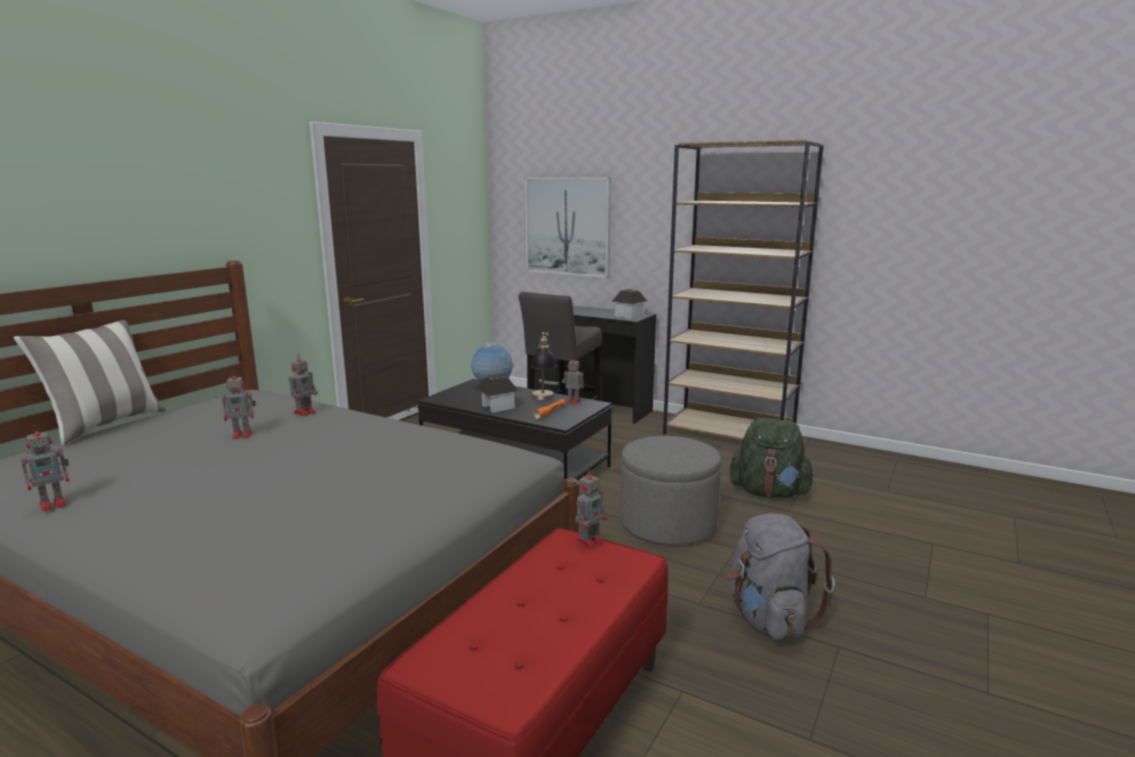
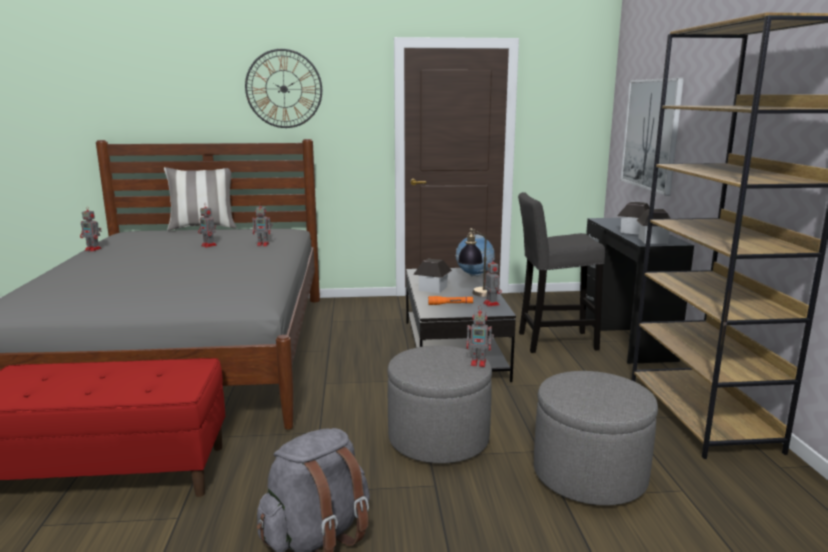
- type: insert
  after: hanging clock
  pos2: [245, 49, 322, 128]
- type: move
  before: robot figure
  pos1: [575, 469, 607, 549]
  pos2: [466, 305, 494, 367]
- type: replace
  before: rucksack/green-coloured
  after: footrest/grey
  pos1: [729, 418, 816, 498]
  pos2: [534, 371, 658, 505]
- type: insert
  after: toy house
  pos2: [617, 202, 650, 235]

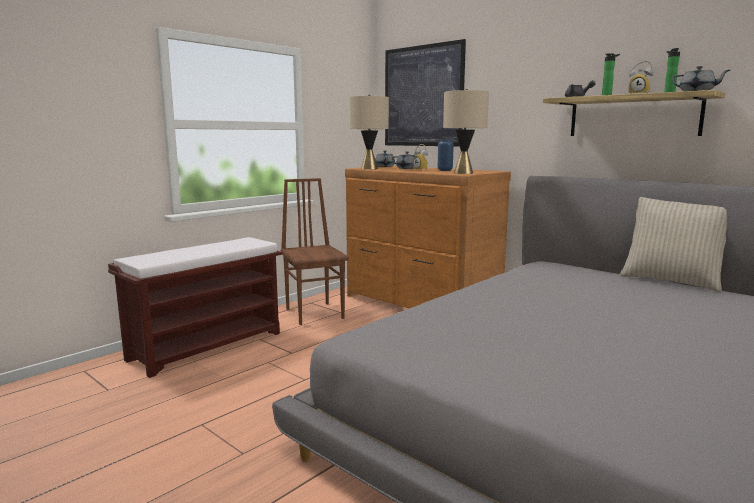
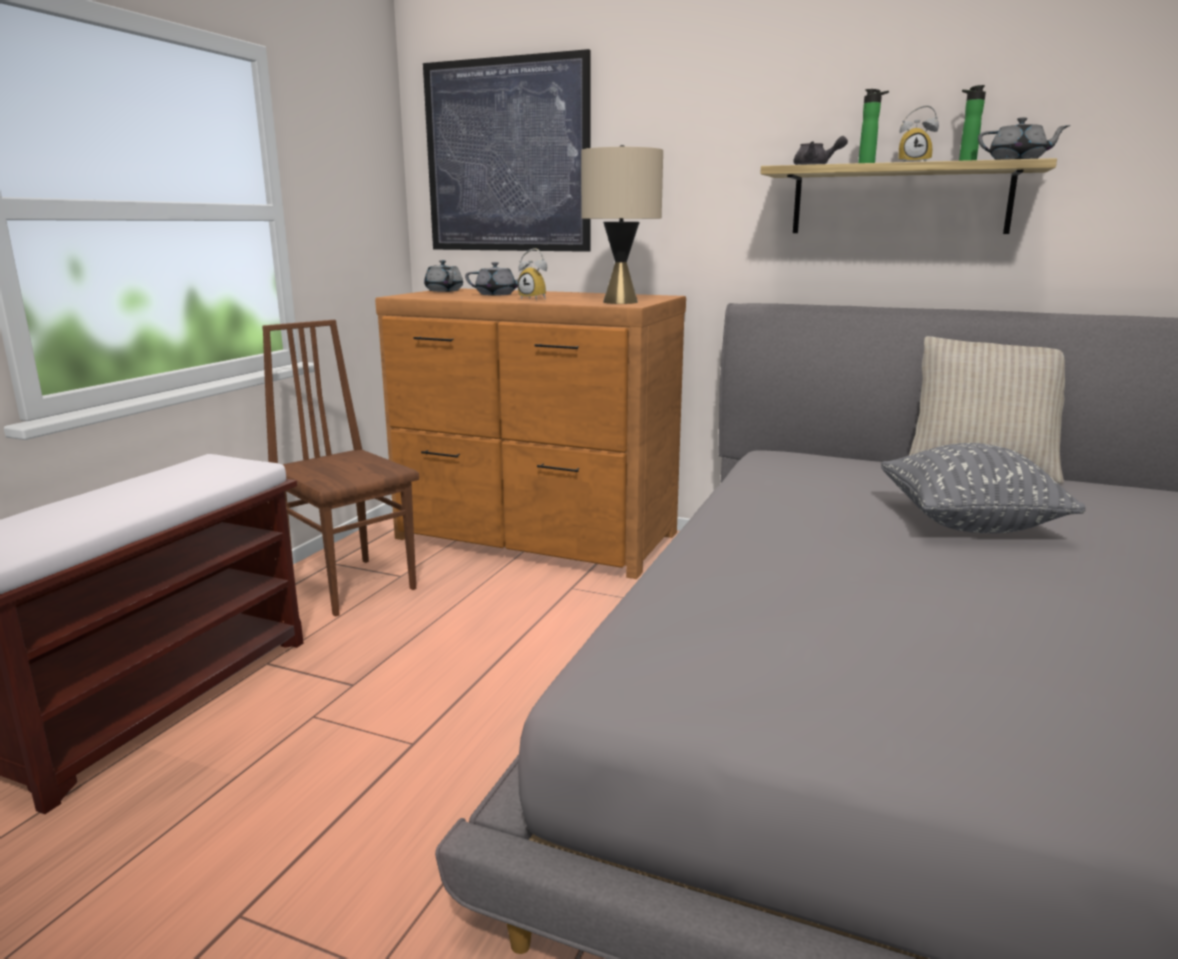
- type: insert
  after: throw pillow/grey
  pos2: [881, 443, 1085, 533]
- type: delete
  before: lamp for a table/sand-coloured
  pos1: [350, 95, 389, 169]
- type: delete
  before: decorative vase/blue
  pos1: [438, 140, 454, 171]

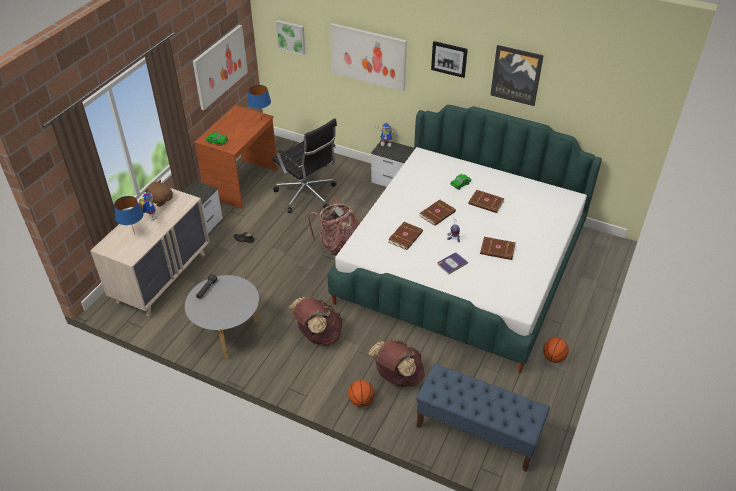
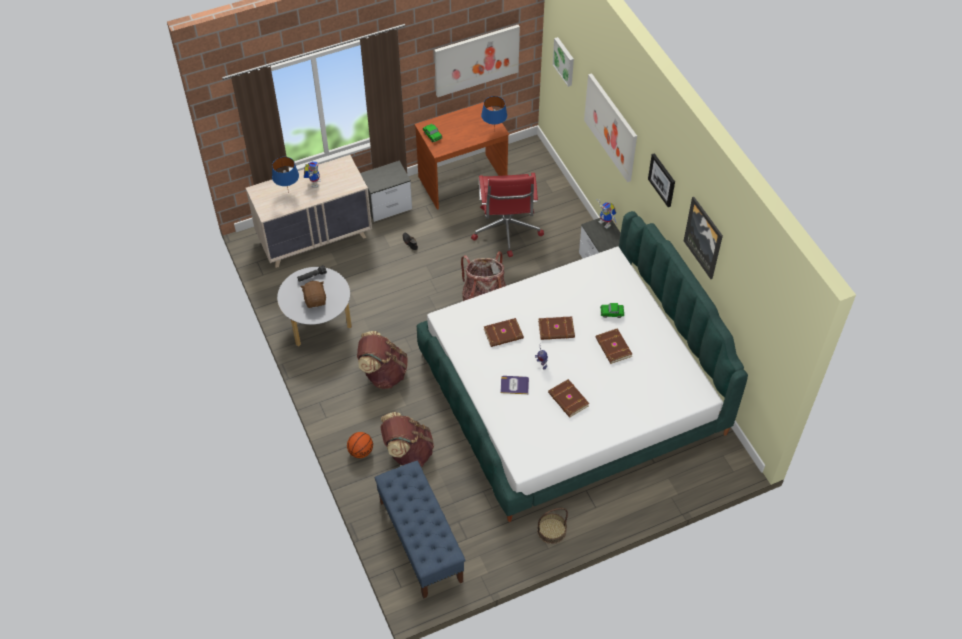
- type: move
  before: plush toy/brown
  pos1: [144, 180, 173, 207]
  pos2: [300, 281, 326, 308]
- type: recolor
  before: computer chair/black
  after: computer chair/red-coloured
  pos1: [272, 118, 337, 213]
  pos2: [471, 173, 544, 257]
- type: replace
  before: basketball ball
  after: household basket
  pos1: [543, 337, 569, 363]
  pos2: [537, 508, 568, 544]

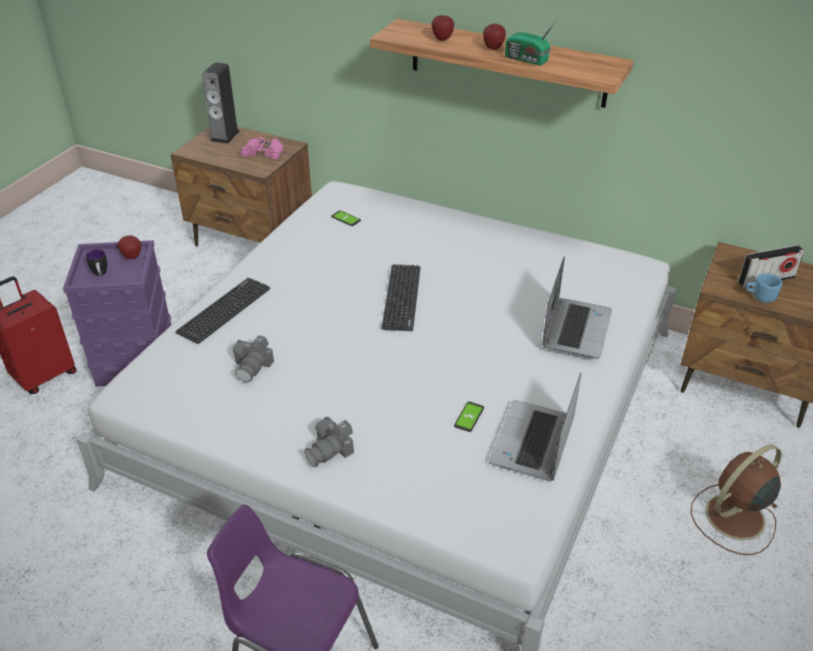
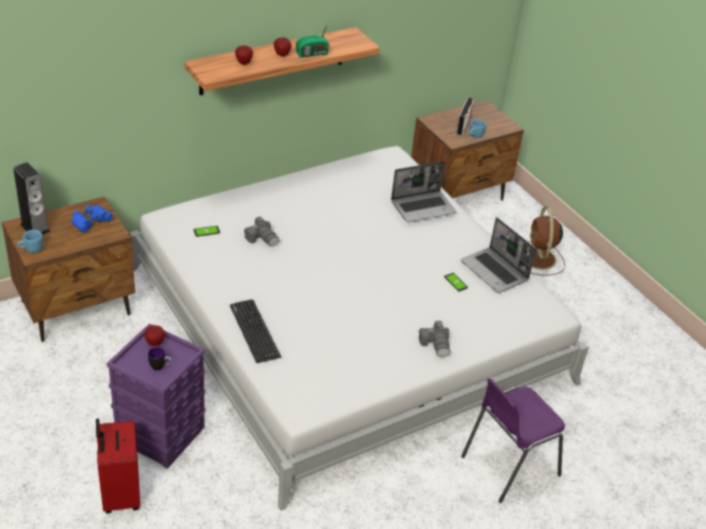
- type: insert
  after: mug/blue
  pos2: [17, 230, 43, 253]
- type: recolor
  before: binoculars/pinkish
  after: binoculars/blue
  pos1: [240, 137, 284, 160]
  pos2: [71, 205, 113, 233]
- type: move
  before: photo camera
  pos1: [233, 335, 274, 382]
  pos2: [244, 216, 279, 247]
- type: rotate
  before: notebook computer
  pos1: [542, 256, 612, 358]
  pos2: [391, 161, 456, 222]
  turn: 105
- type: delete
  before: keyboard
  pos1: [382, 264, 421, 331]

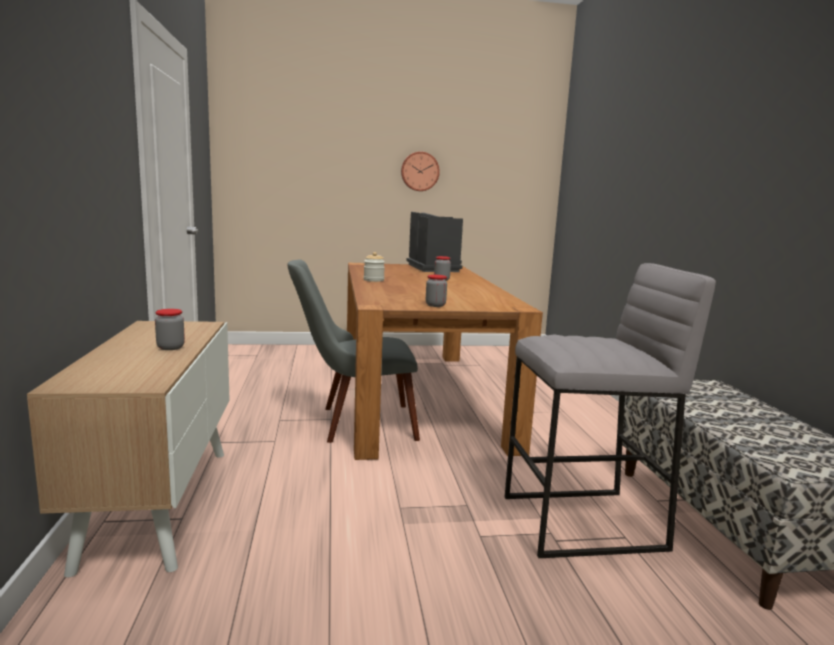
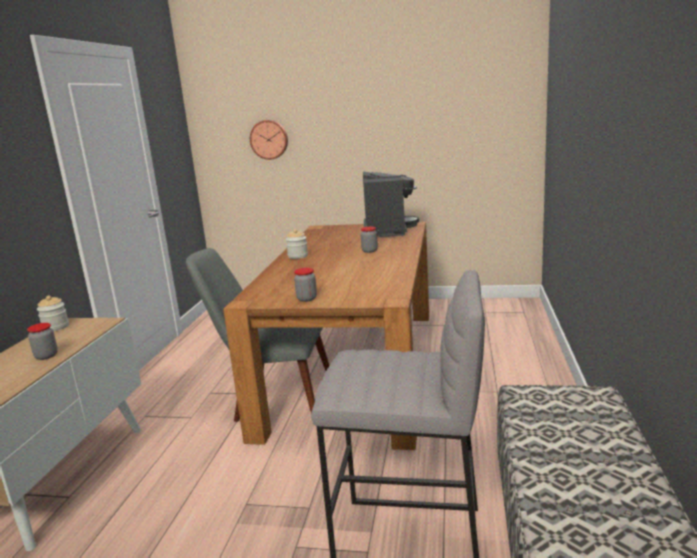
- type: insert
  after: preserve jar
  pos2: [37, 296, 69, 331]
- type: move
  before: hanging clock
  pos1: [401, 152, 440, 191]
  pos2: [250, 120, 288, 160]

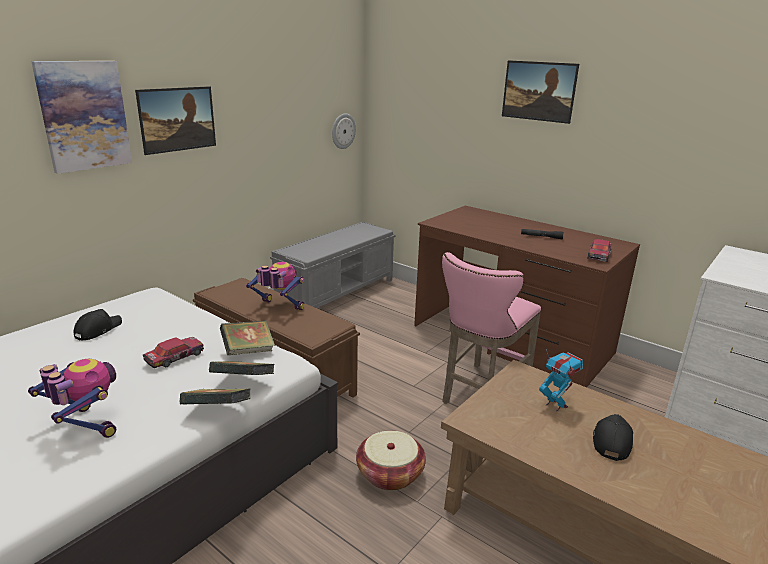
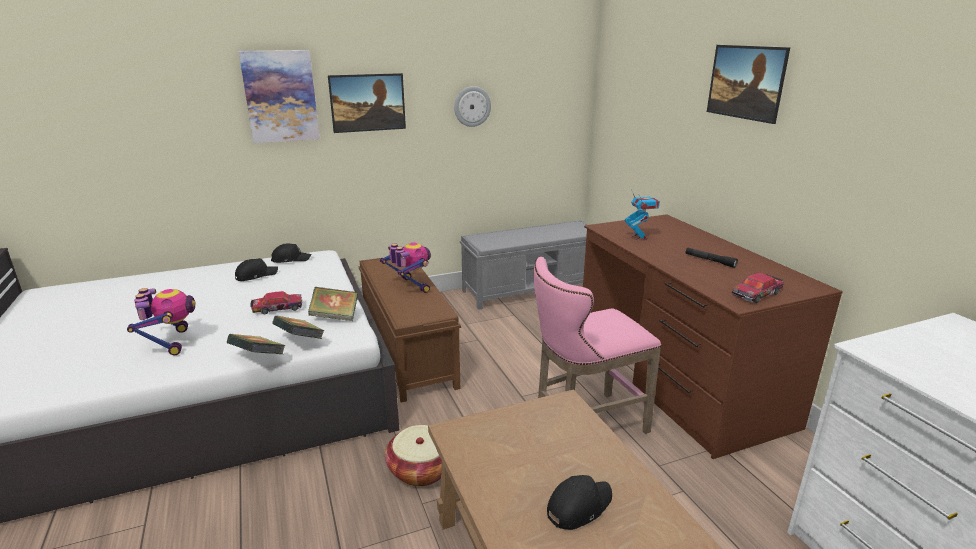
- type: insert
  after: peaked cap/black
  pos2: [271, 243, 312, 263]
- type: move
  before: hanging clock
  pos1: [332, 113, 356, 149]
  pos2: [454, 86, 491, 127]
- type: move
  before: robot figure
  pos1: [539, 349, 583, 411]
  pos2: [625, 189, 660, 240]

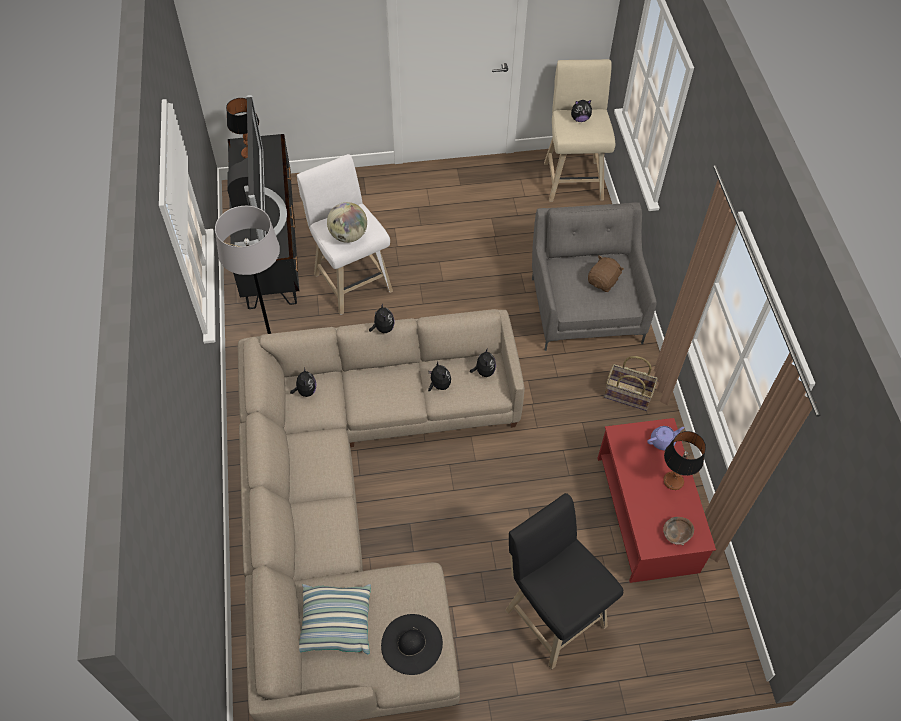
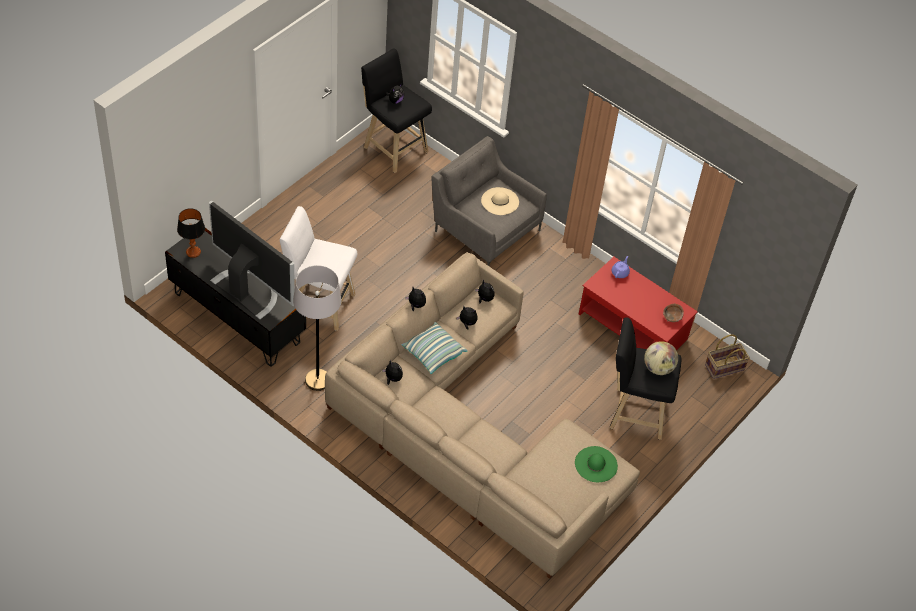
- type: recolor
  before: stool/sand-coloured
  after: stool/black
  pos1: [544, 59, 615, 202]
  pos2: [361, 49, 432, 173]
- type: move
  before: throw pillow
  pos1: [299, 584, 371, 655]
  pos2: [401, 322, 467, 374]
- type: replace
  before: plush toy/brown
  after: wearable hat/sand-coloured
  pos1: [588, 255, 624, 292]
  pos2: [481, 187, 519, 215]
- type: recolor
  before: wearable hat/black
  after: wearable hat/green-coloured
  pos1: [381, 614, 443, 675]
  pos2: [575, 446, 618, 482]
- type: move
  before: desk globe
  pos1: [327, 202, 367, 243]
  pos2: [644, 341, 678, 375]
- type: move
  before: household basket
  pos1: [603, 356, 658, 411]
  pos2: [705, 334, 750, 379]
- type: delete
  before: lamp for a table
  pos1: [664, 431, 706, 490]

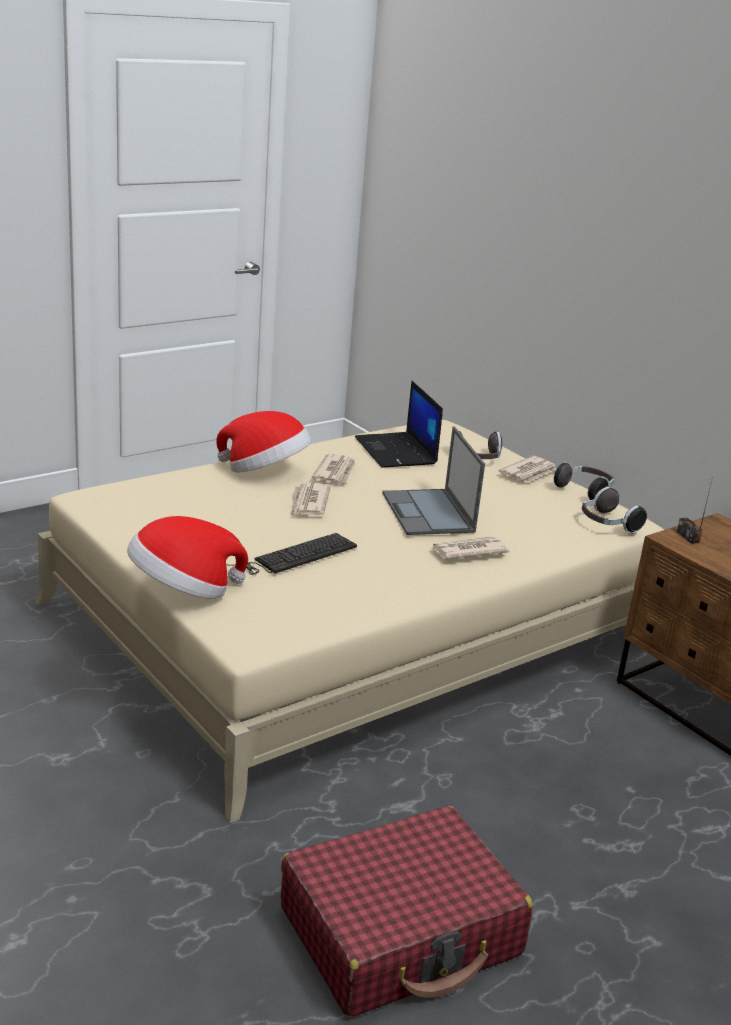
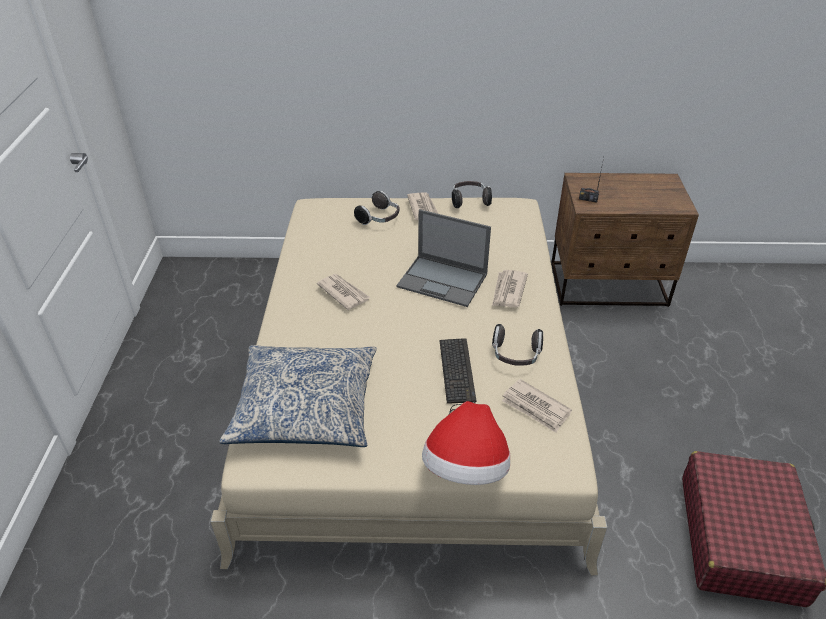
- type: insert
  after: throw pillow
  pos2: [219, 345, 377, 447]
- type: move
  before: headset
  pos1: [582, 487, 647, 533]
  pos2: [492, 324, 543, 366]
- type: move
  before: printed paper
  pos1: [291, 483, 331, 516]
  pos2: [502, 379, 572, 433]
- type: delete
  before: wearable hat
  pos1: [216, 411, 311, 472]
- type: delete
  before: notebook computer
  pos1: [355, 380, 443, 468]

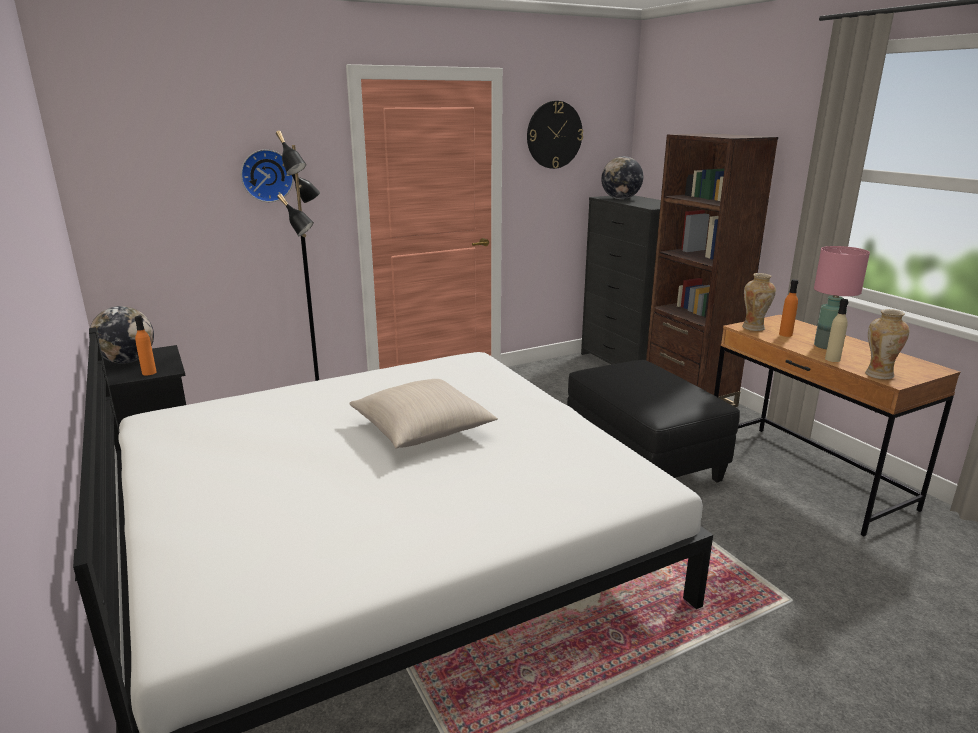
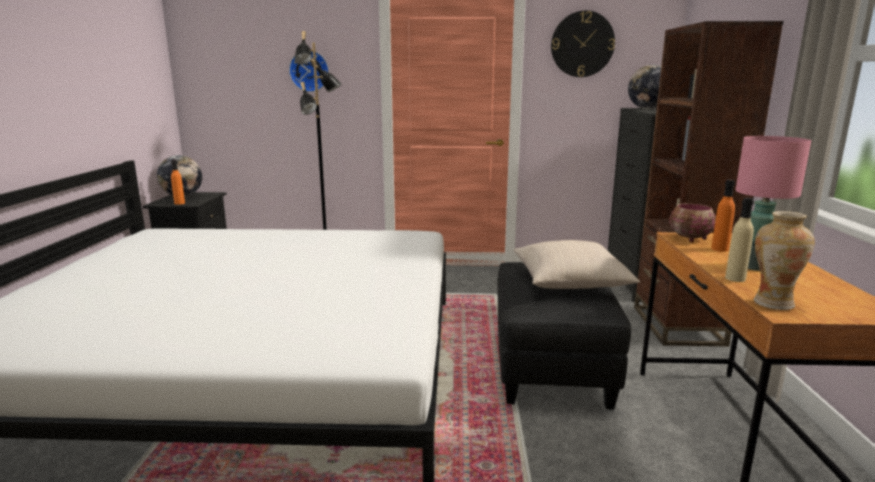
- type: move
  before: throw pillow/sand-coloured
  pos1: [350, 379, 498, 449]
  pos2: [513, 240, 640, 289]
- type: replace
  before: decorative vase
  after: bowl
  pos1: [742, 273, 776, 331]
  pos2: [669, 203, 716, 242]

